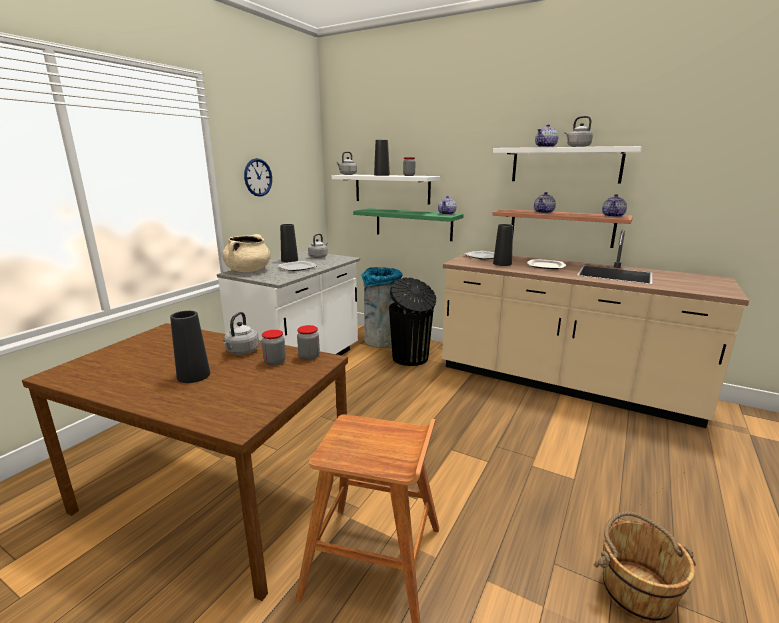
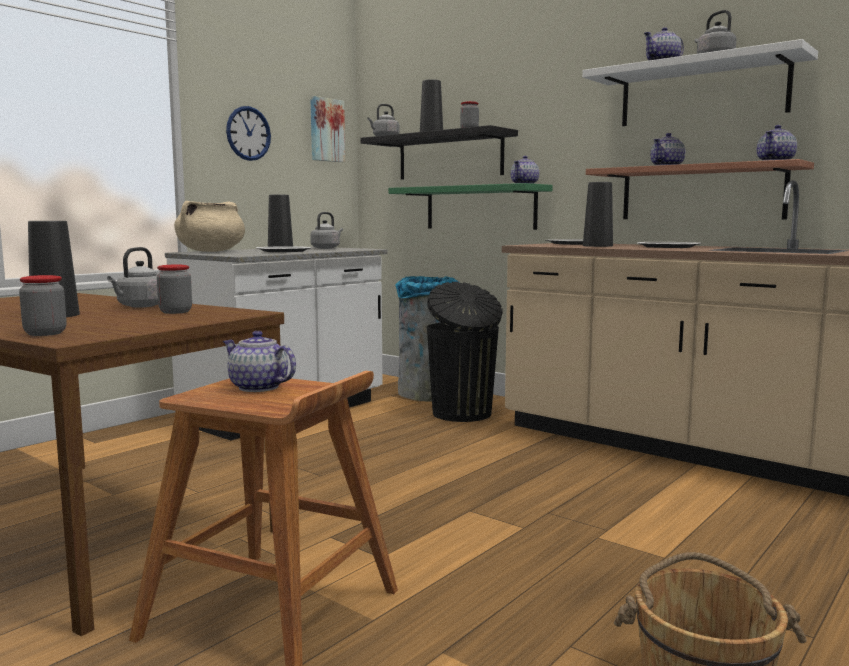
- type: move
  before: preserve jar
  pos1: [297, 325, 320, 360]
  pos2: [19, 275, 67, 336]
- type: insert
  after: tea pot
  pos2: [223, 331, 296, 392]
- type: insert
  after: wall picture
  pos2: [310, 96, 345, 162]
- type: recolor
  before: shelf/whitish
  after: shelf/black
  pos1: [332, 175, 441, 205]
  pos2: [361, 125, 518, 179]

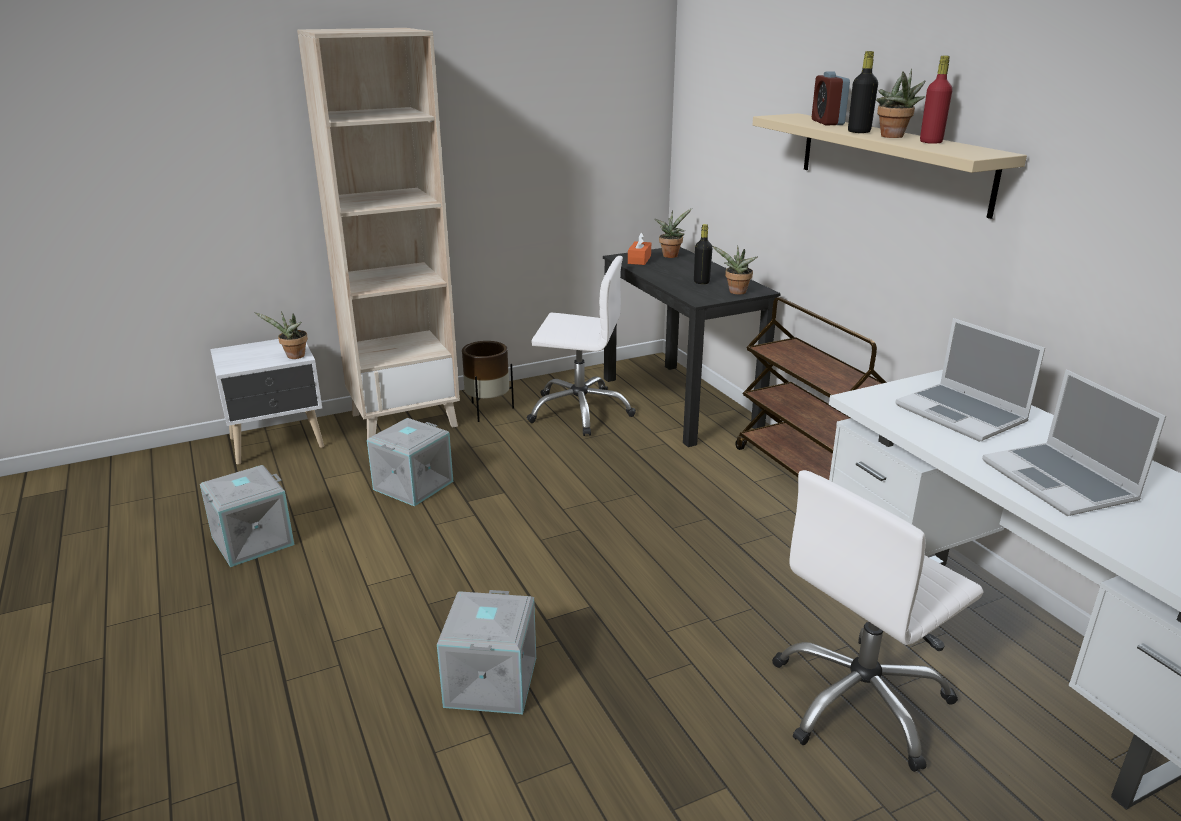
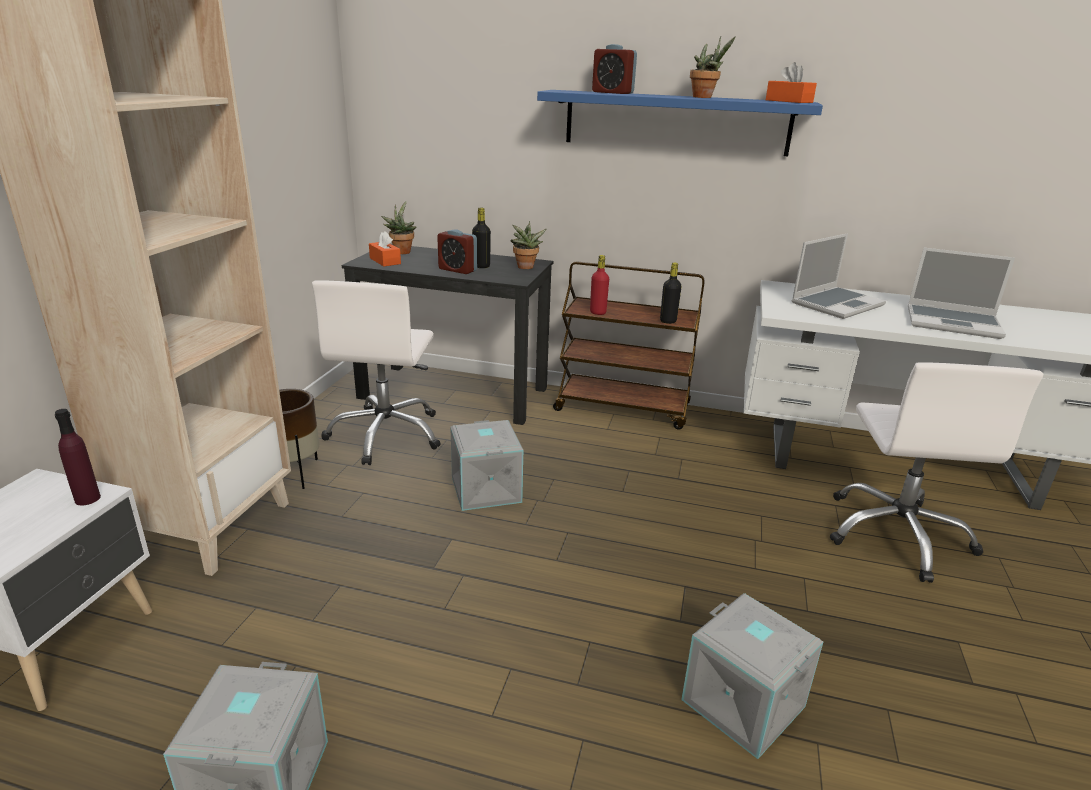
- type: replace
  before: houseplant
  after: beverage bottle/purple-coloured
  pos1: [254, 311, 308, 359]
  pos2: [55, 409, 101, 505]
- type: rotate
  before: computer chair/whitish
  pos1: [527, 256, 636, 436]
  pos2: [312, 280, 441, 465]
  turn: 135
- type: insert
  after: bedside clock
  pos2: [437, 230, 477, 274]
- type: move
  before: storage bin/grey
  pos1: [367, 418, 453, 507]
  pos2: [450, 420, 523, 511]
- type: recolor
  before: shelf/sand-coloured
  after: shelf/blue
  pos1: [753, 113, 1027, 219]
  pos2: [537, 90, 823, 156]
- type: move
  before: beverage bottle/red-coloured
  pos1: [920, 56, 953, 144]
  pos2: [590, 255, 609, 315]
- type: move
  before: beverage bottle/black
  pos1: [848, 51, 878, 133]
  pos2: [660, 263, 682, 324]
- type: insert
  after: tissue box/orange-coloured
  pos2: [766, 62, 817, 103]
- type: rotate
  before: notebook computer
  pos1: [895, 318, 1045, 442]
  pos2: [792, 233, 886, 319]
  turn: -45

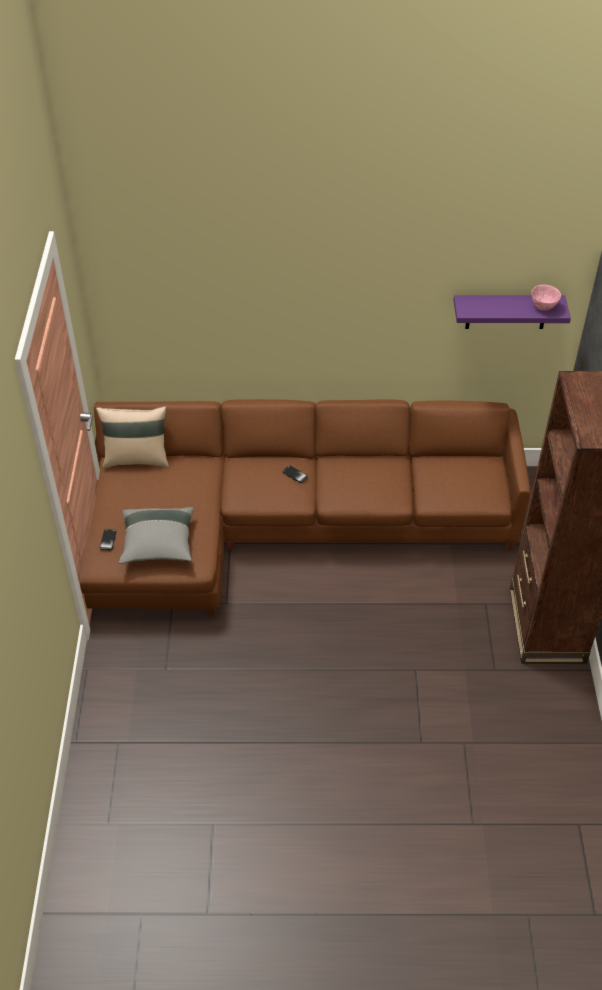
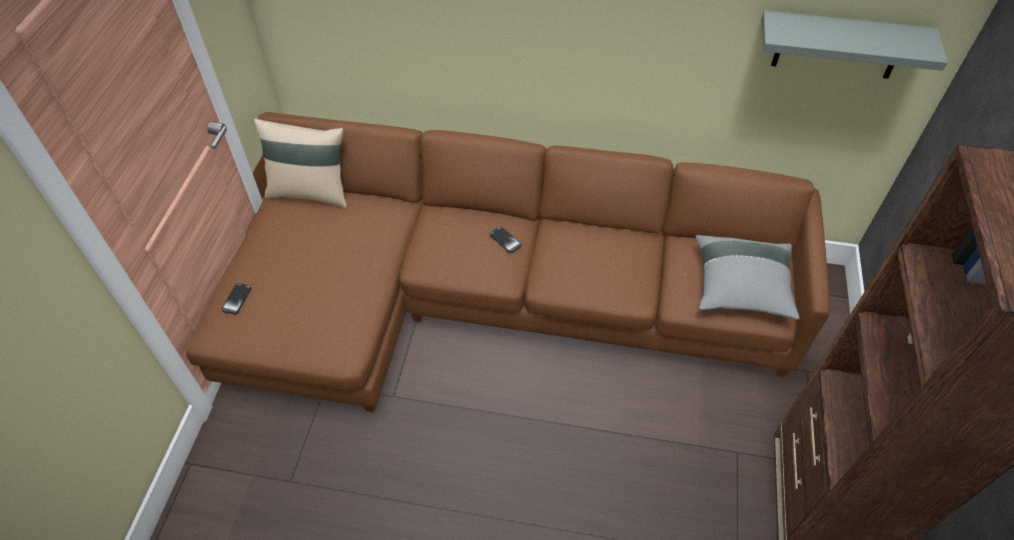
- type: move
  before: throw pillow/grey
  pos1: [119, 507, 194, 564]
  pos2: [695, 235, 800, 320]
- type: recolor
  before: shelf/purple-coloured
  after: shelf/grey
  pos1: [453, 295, 571, 329]
  pos2: [762, 11, 948, 79]
- type: delete
  before: bowl/pinkish
  pos1: [531, 285, 561, 311]

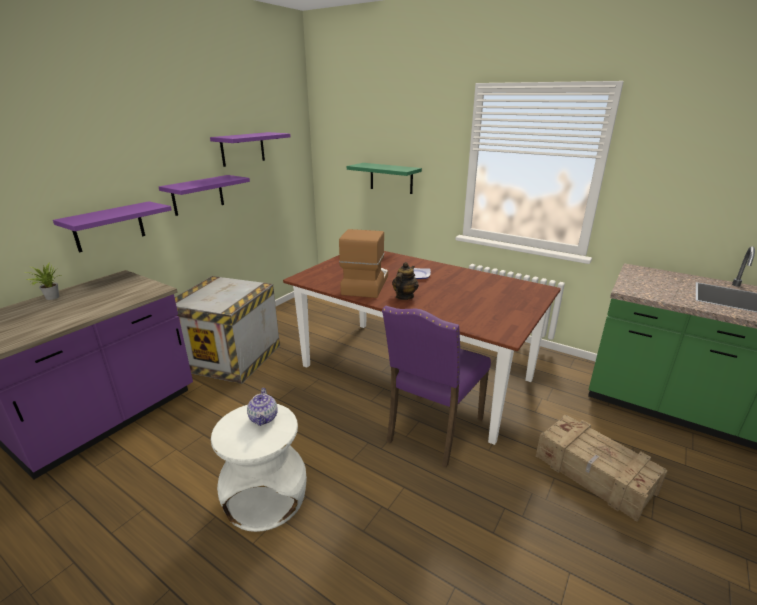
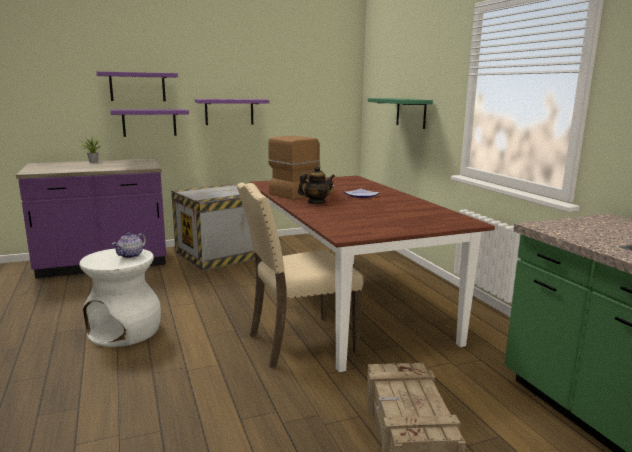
- type: move
  before: shelf/purple-coloured
  pos1: [210, 132, 290, 167]
  pos2: [97, 72, 178, 101]
- type: recolor
  before: upright chair/purple-coloured
  after: upright chair/sand-coloured
  pos1: [382, 306, 491, 467]
  pos2: [236, 183, 364, 368]

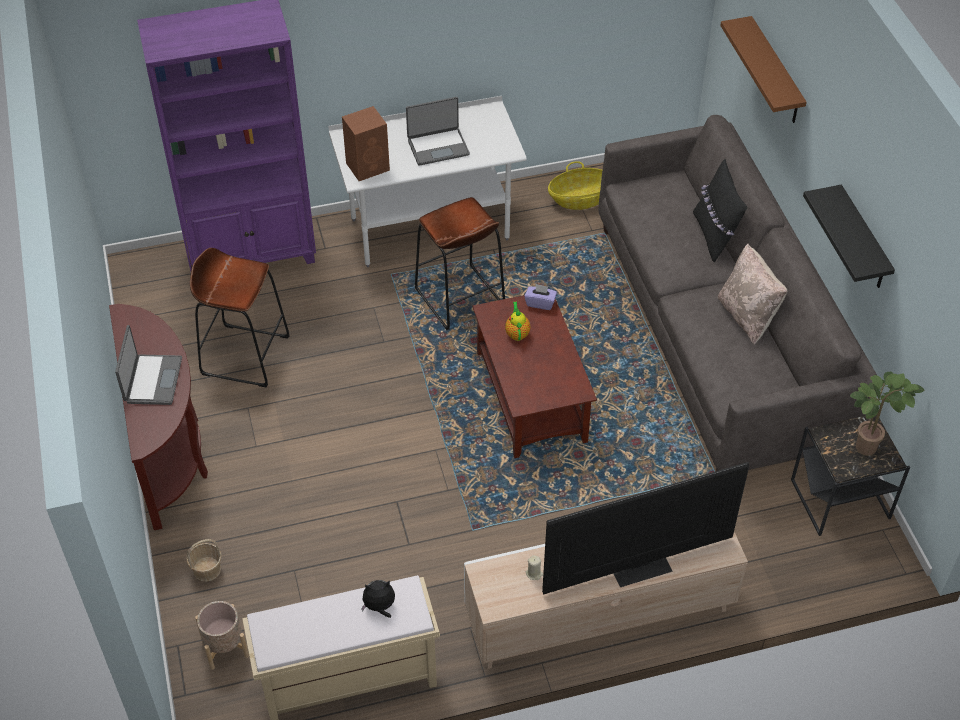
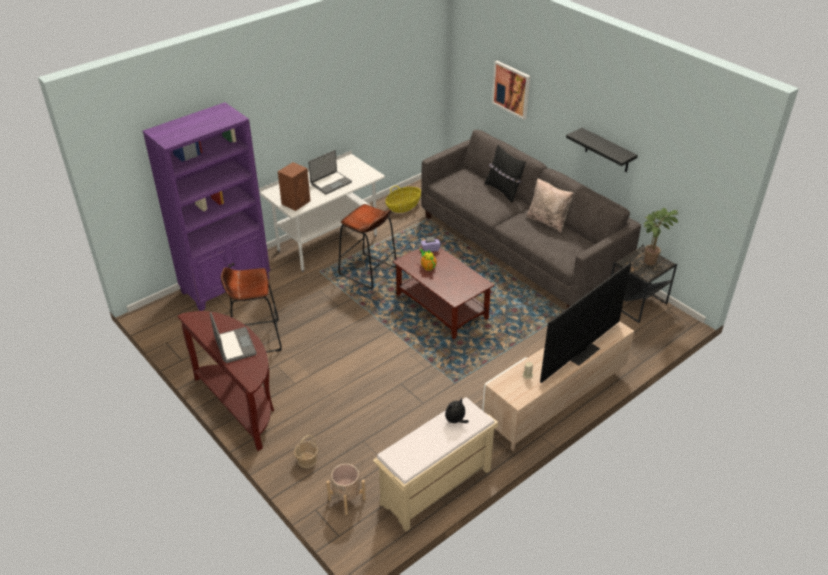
- type: replace
  before: shelf/brown
  after: wall picture
  pos1: [720, 16, 807, 123]
  pos2: [492, 61, 530, 120]

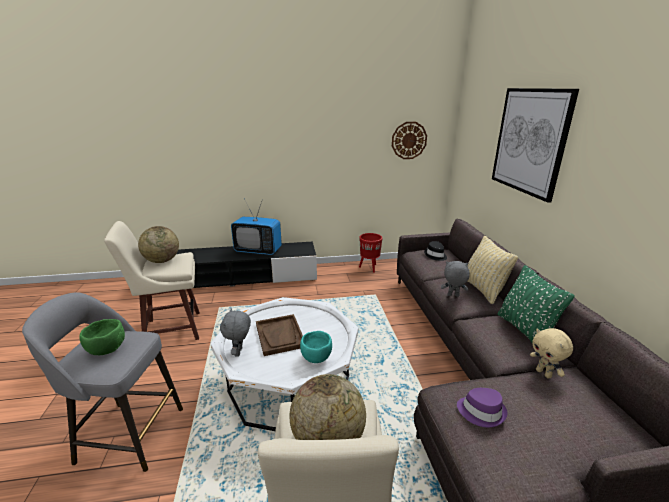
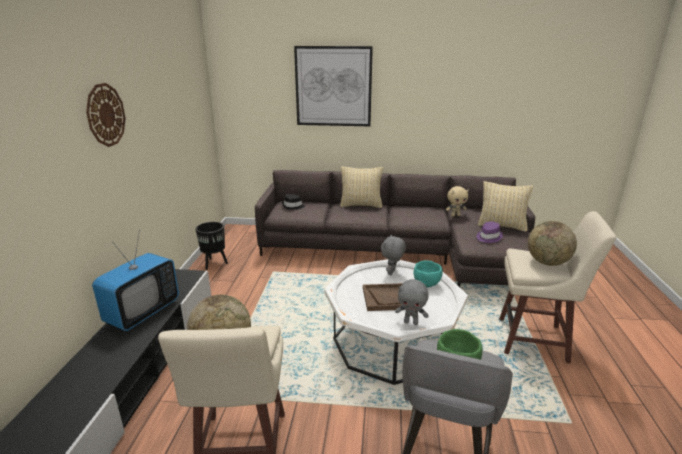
- type: move
  before: hanging clock
  pos1: [392, 122, 427, 159]
  pos2: [86, 83, 125, 147]
- type: recolor
  before: flower pot/red-coloured
  after: flower pot/black
  pos1: [359, 233, 382, 273]
  pos2: [195, 222, 228, 270]
- type: move
  before: plush toy/grey
  pos1: [441, 261, 470, 297]
  pos2: [381, 234, 406, 275]
- type: insert
  after: throw pillow/sand-coloured
  pos2: [478, 181, 533, 232]
- type: delete
  before: throw pillow/green-coloured
  pos1: [498, 265, 575, 342]

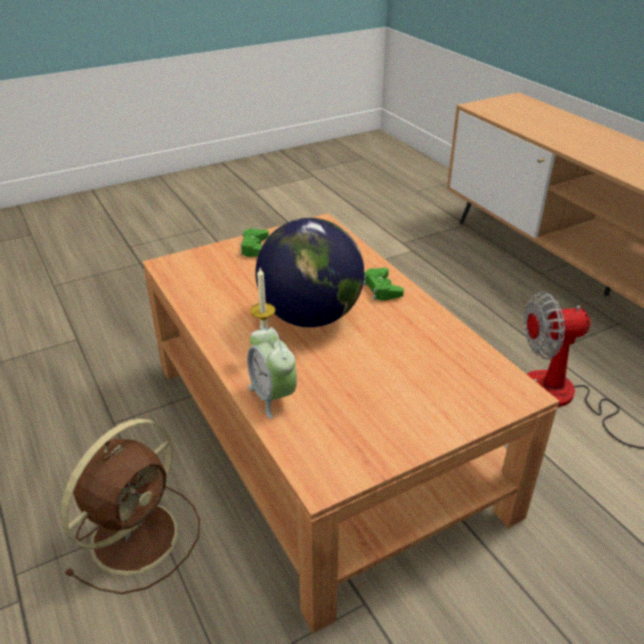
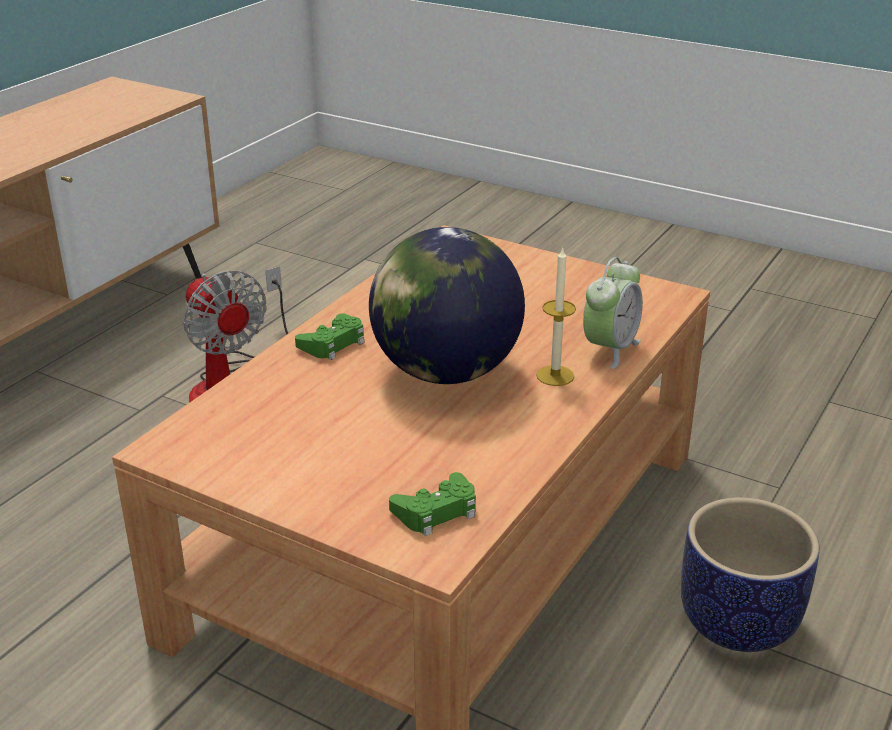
- type: move
  before: joypad/green-coloured
  pos1: [241, 228, 269, 257]
  pos2: [389, 472, 476, 536]
- type: replace
  before: fan/brown
  after: flower pot
  pos1: [60, 419, 200, 594]
  pos2: [681, 497, 820, 652]

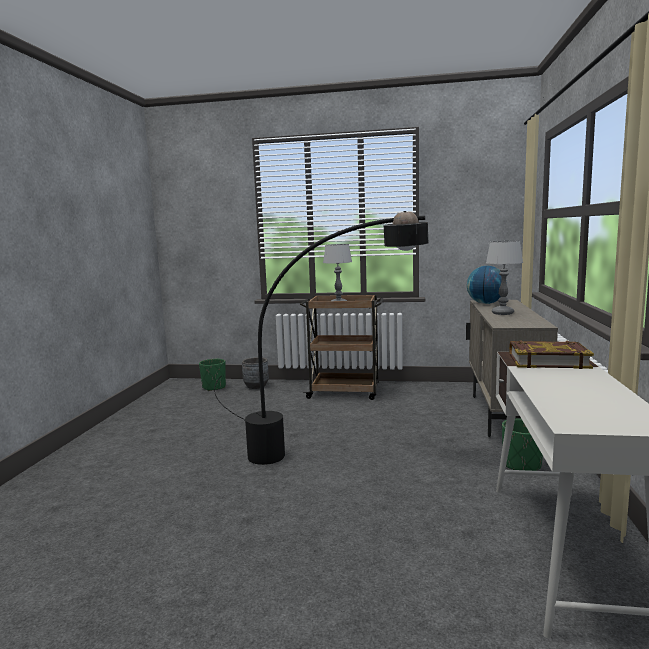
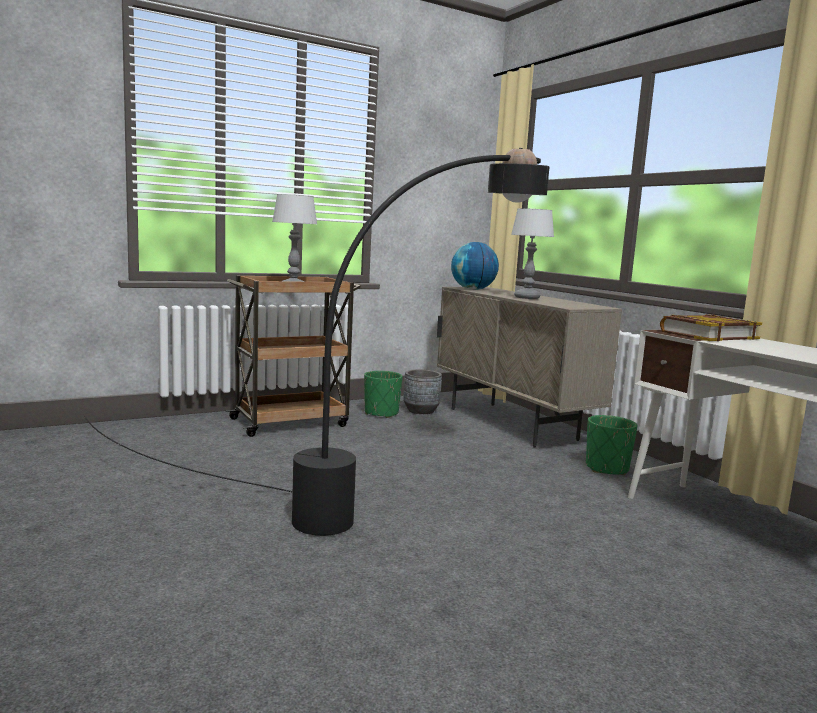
- type: move
  before: flower pot/green-coloured
  pos1: [199, 359, 226, 391]
  pos2: [364, 371, 403, 418]
- type: move
  before: flower pot/grey
  pos1: [242, 357, 269, 389]
  pos2: [403, 369, 442, 414]

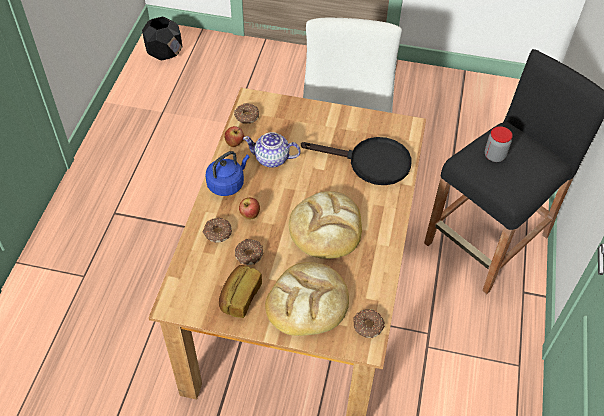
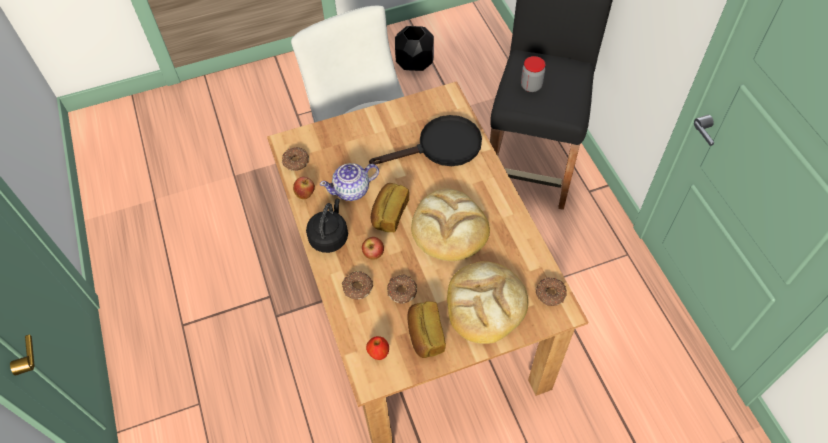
- type: recolor
  before: kettle/blue
  after: kettle/black
  pos1: [205, 151, 250, 196]
  pos2: [306, 199, 348, 253]
- type: insert
  after: apple fruit
  pos2: [366, 336, 389, 360]
- type: insert
  after: bakery bread
  pos2: [371, 183, 409, 232]
- type: move
  before: flower pot/black
  pos1: [142, 16, 182, 60]
  pos2: [395, 26, 434, 71]

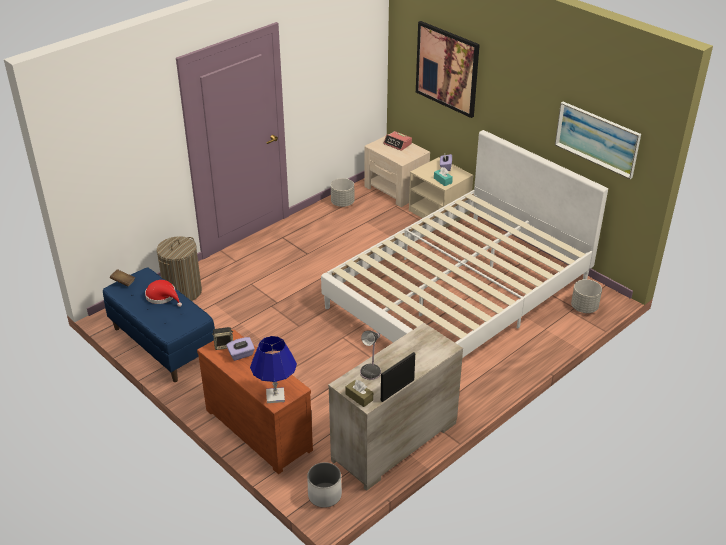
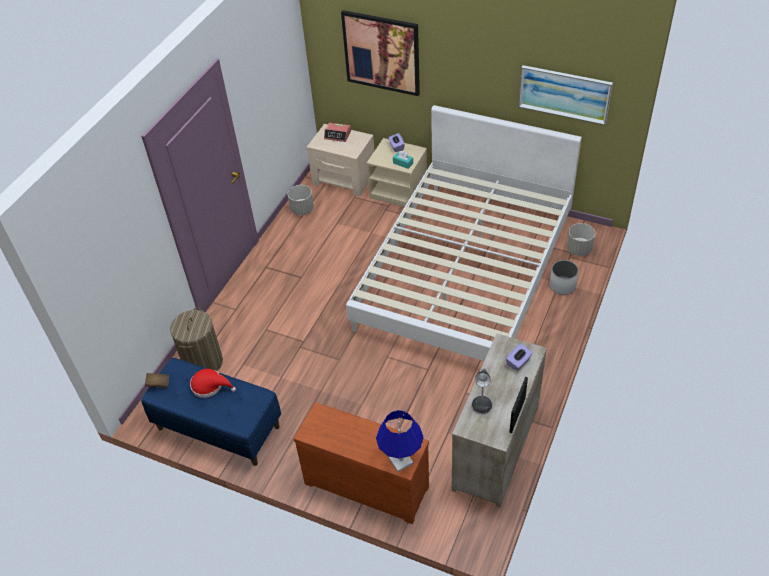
- type: move
  before: tissue box/purple-coloured
  pos1: [226, 337, 255, 361]
  pos2: [506, 343, 533, 371]
- type: move
  before: flower pot/whitish
  pos1: [307, 462, 342, 508]
  pos2: [549, 260, 579, 295]
- type: delete
  before: audio speaker
  pos1: [212, 327, 233, 350]
- type: delete
  before: tissue box/brown
  pos1: [345, 380, 373, 407]

